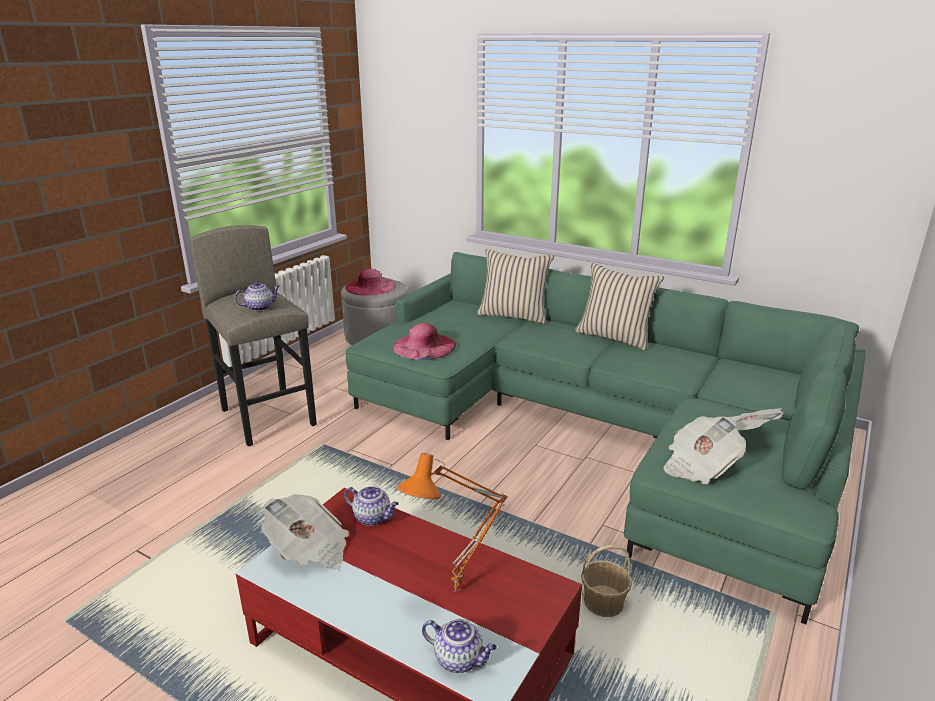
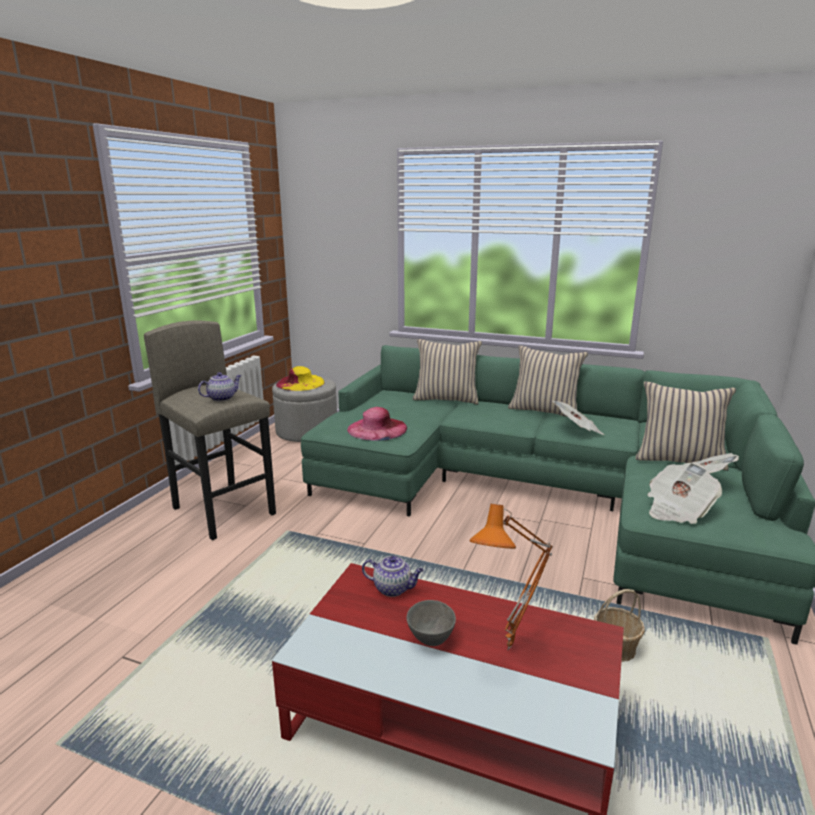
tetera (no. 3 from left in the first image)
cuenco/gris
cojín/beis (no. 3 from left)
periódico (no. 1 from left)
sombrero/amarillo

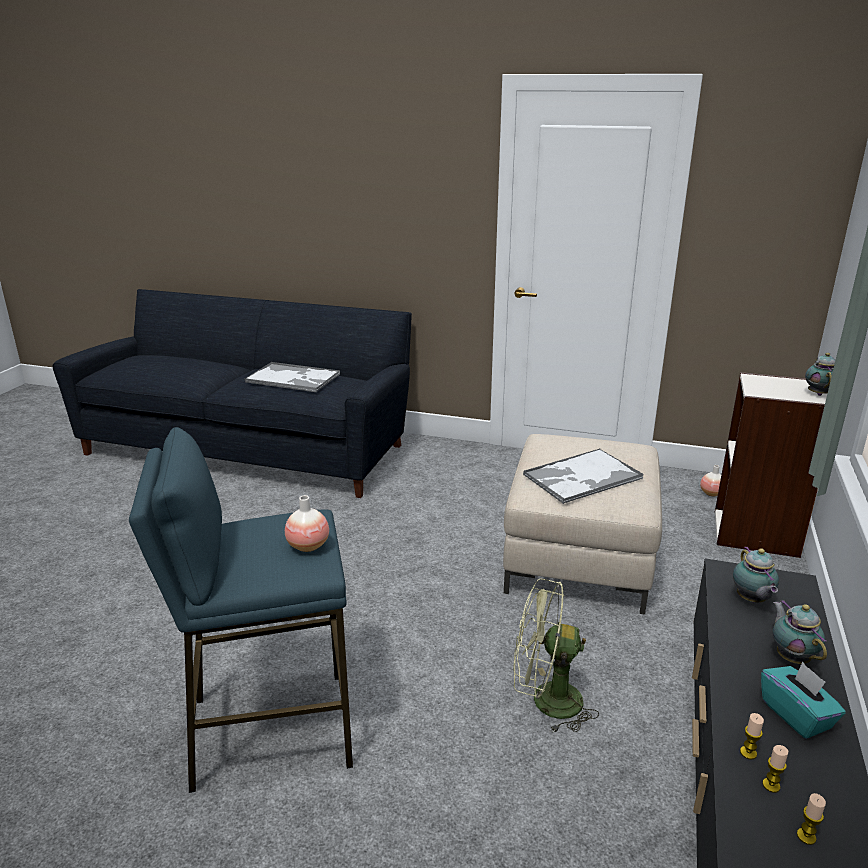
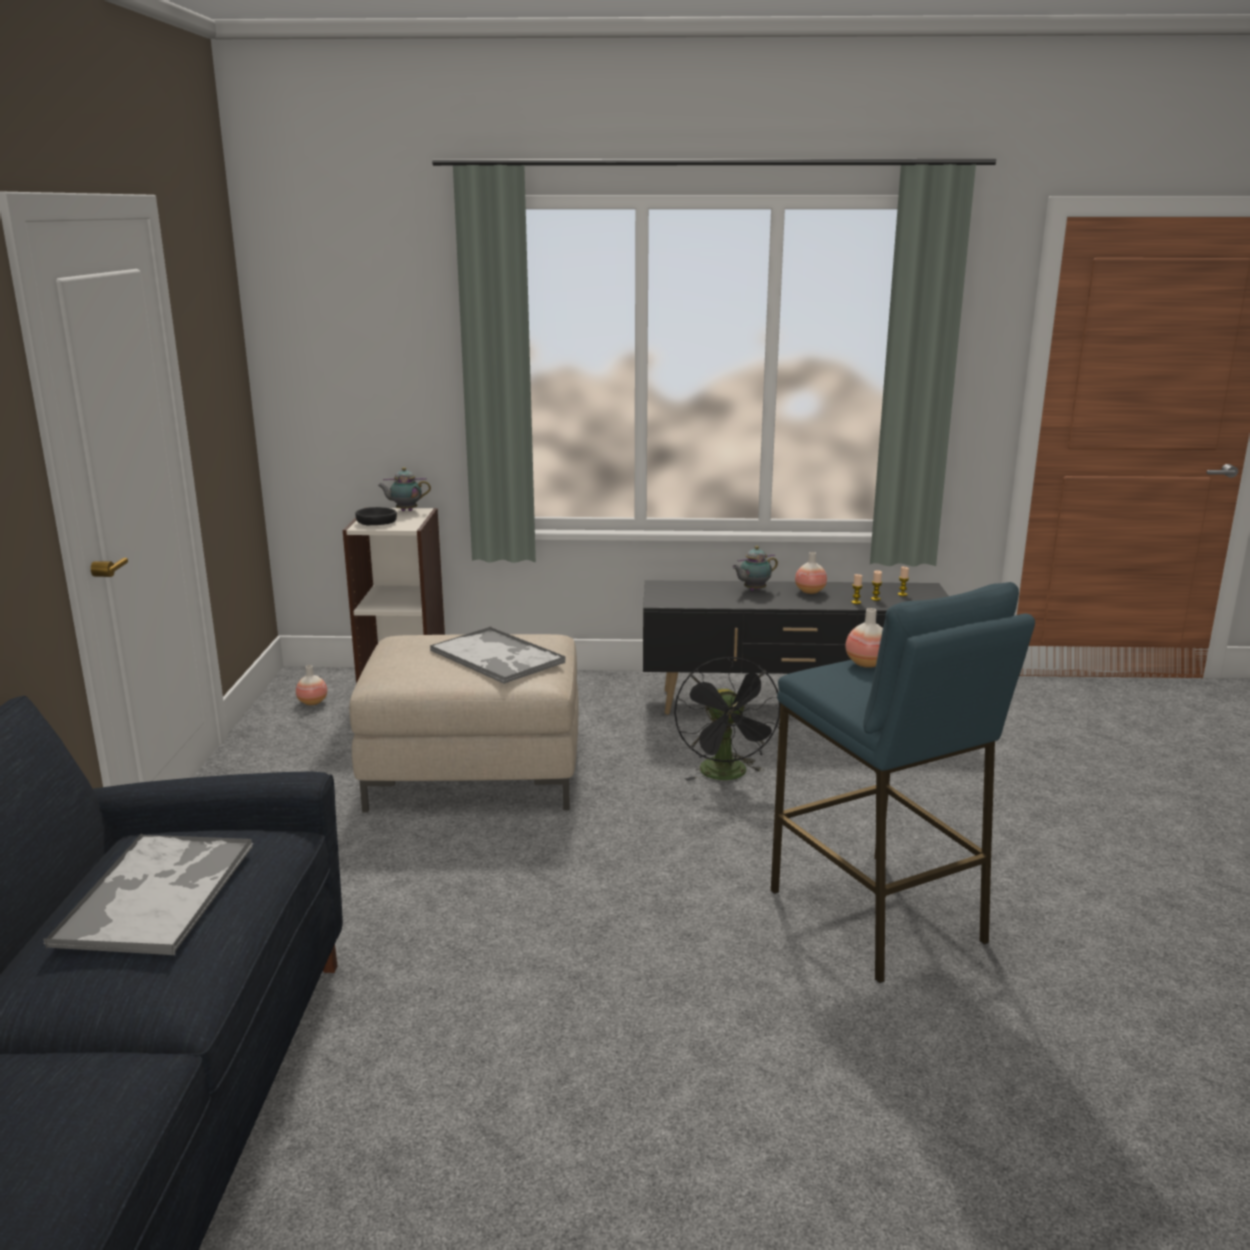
tetera (no. 1 from left in the first image)
cuenco/negro
florero (no. 2 from left)
ventilador/negro

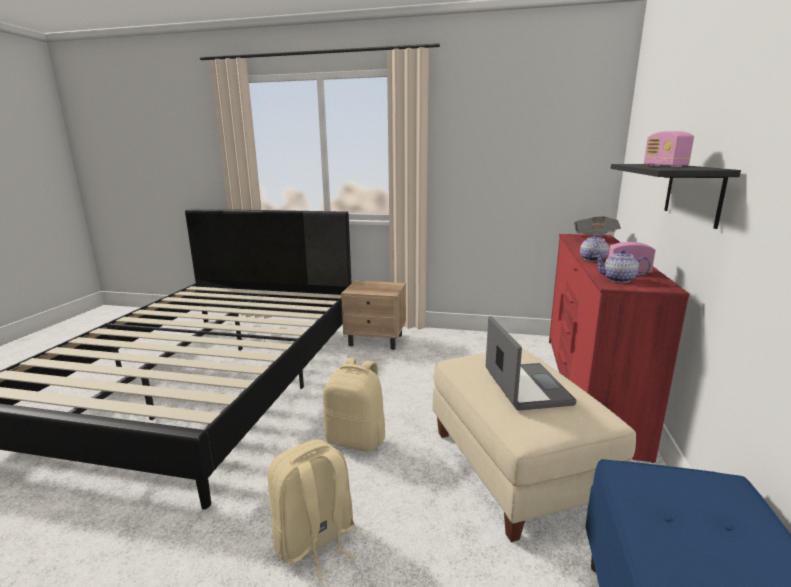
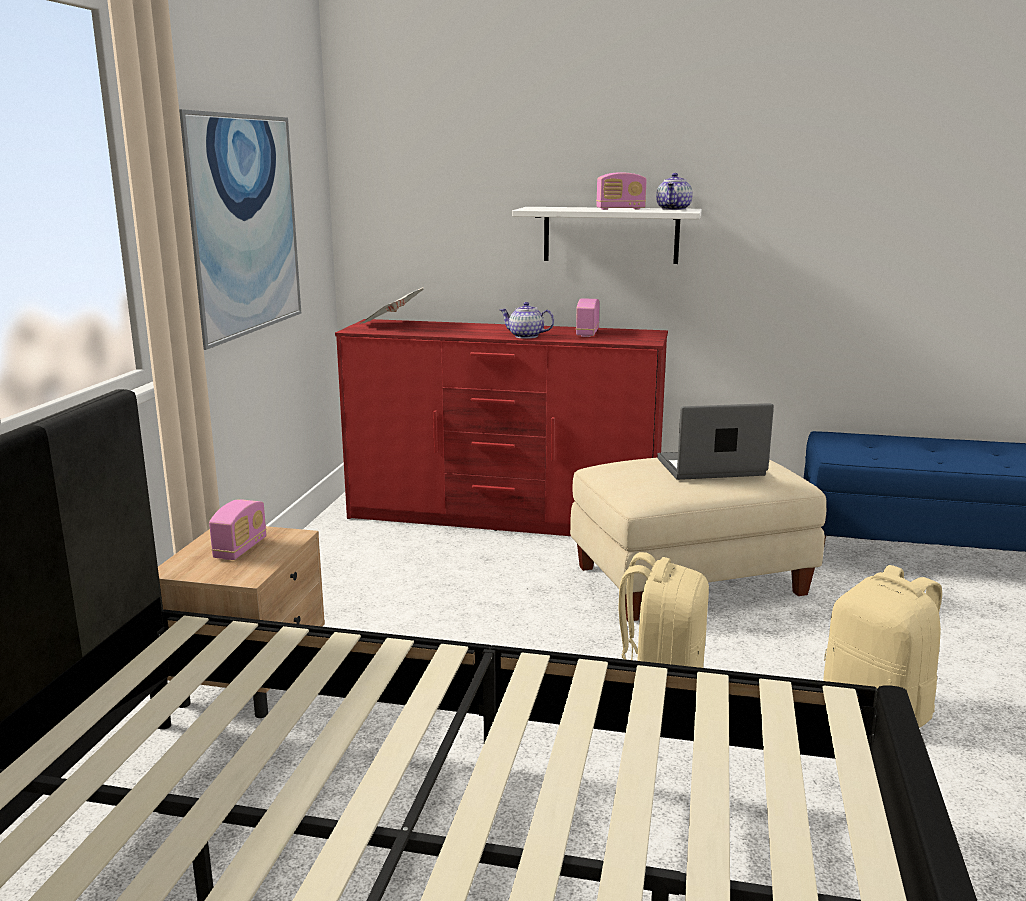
cuadro
radio (no. 1 from left)
tetera (no. 2 from left)
estante/blanco

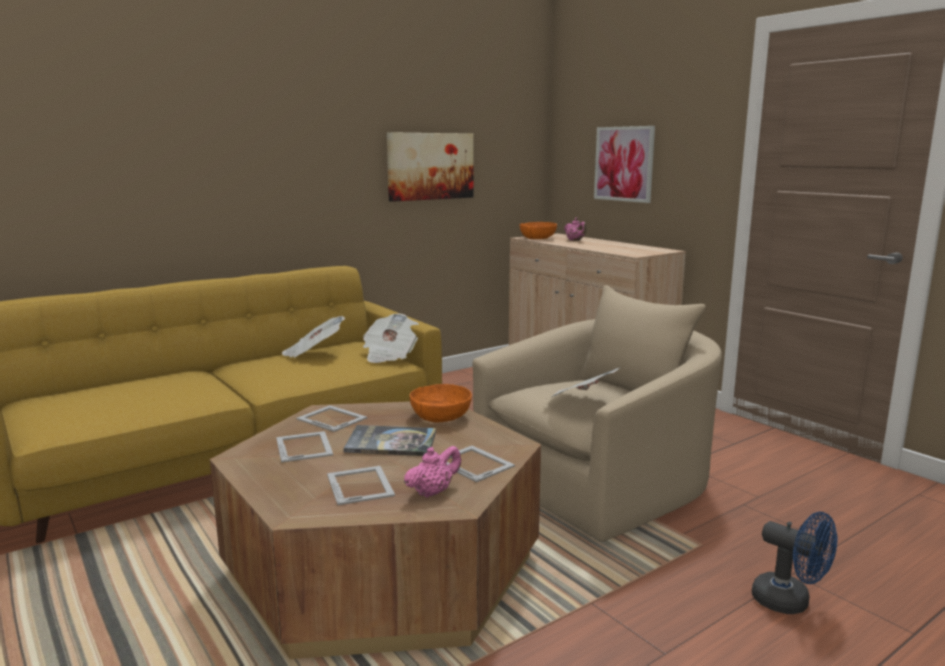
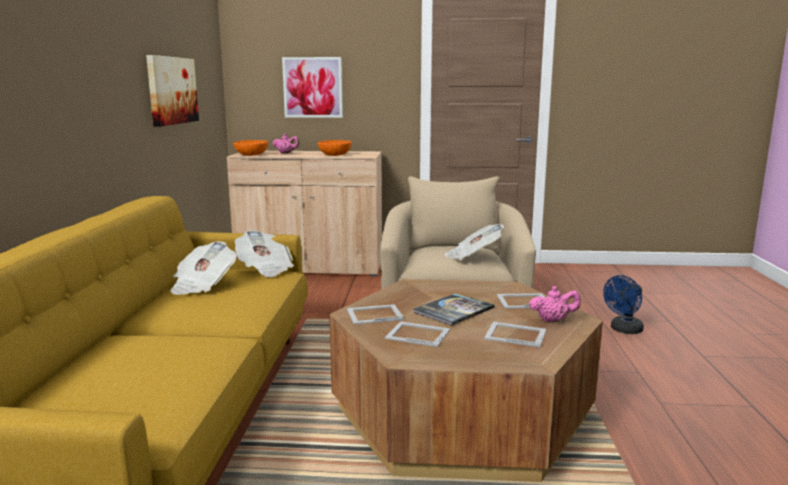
cuenco/naranja (no. 2 from left)
tetera/rosa (no. 2 from left)
ventilador/azul

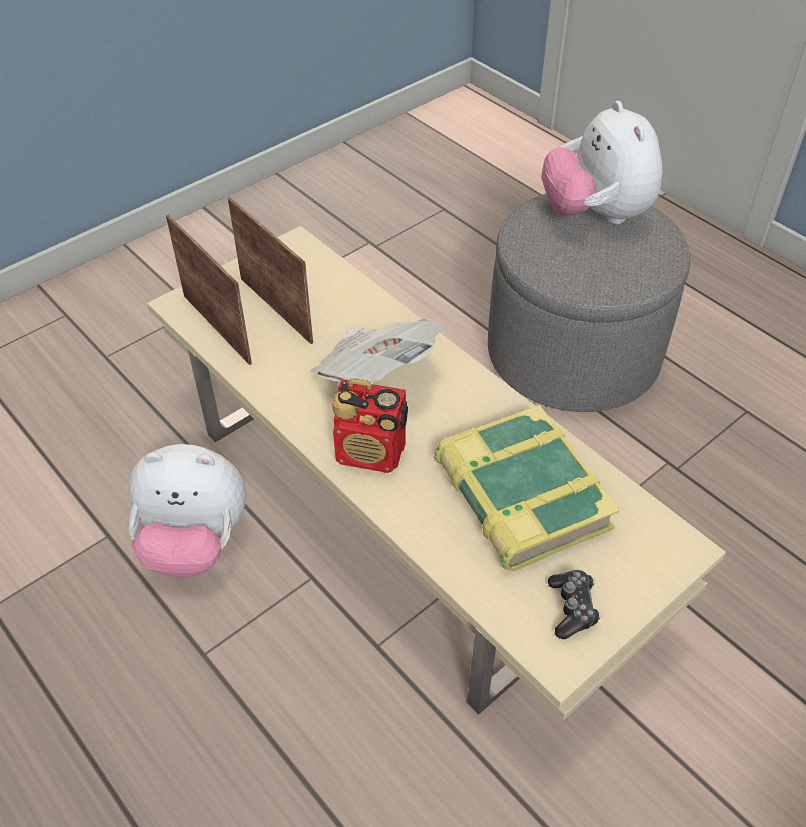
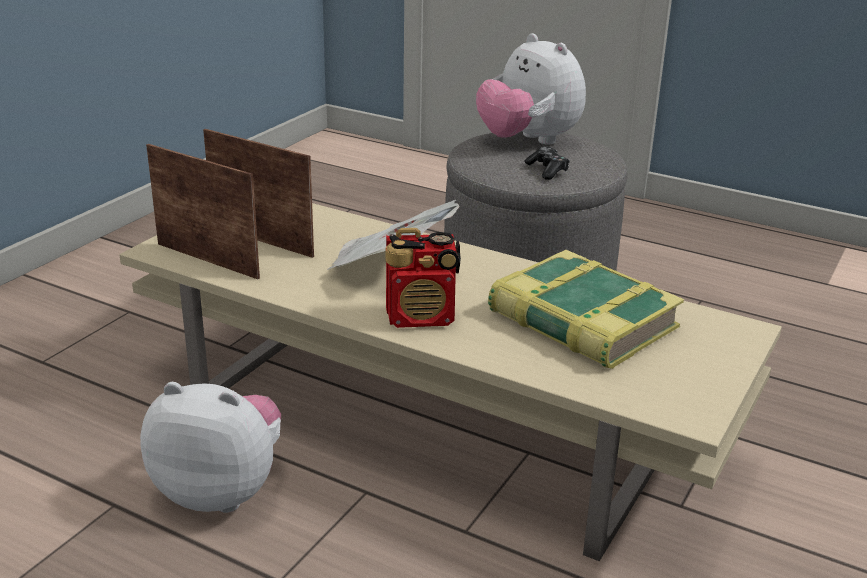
mando de consola
peluche (no. 1 from left)

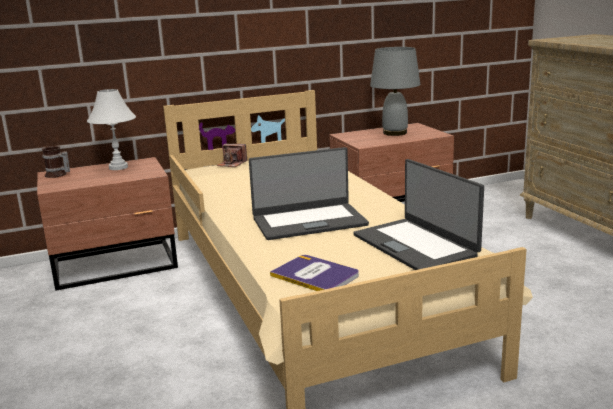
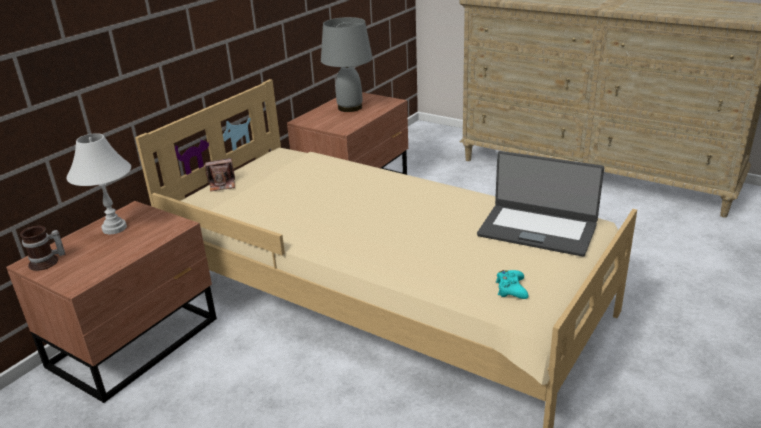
portátil (no. 1 from left in the first image)
mando de consola/turquesa

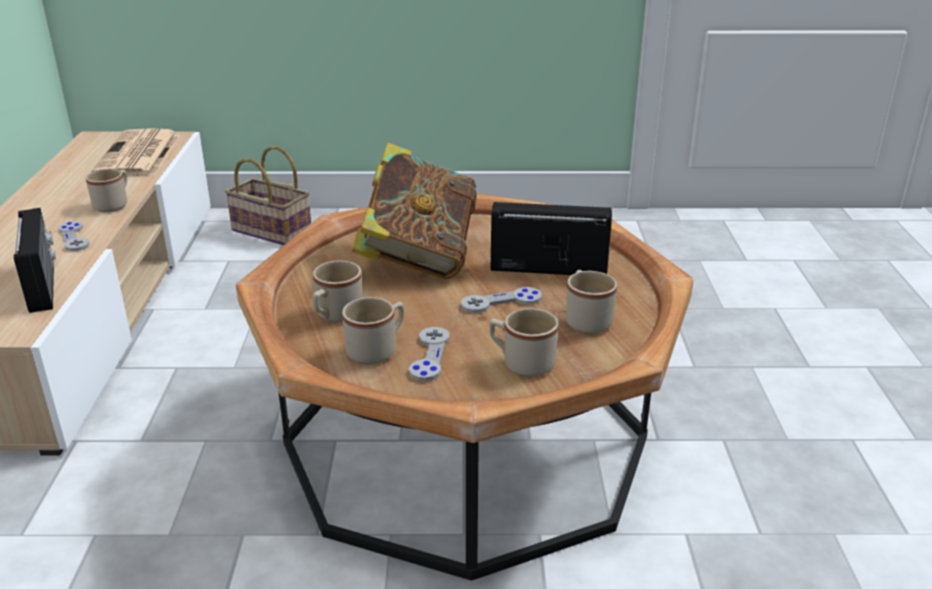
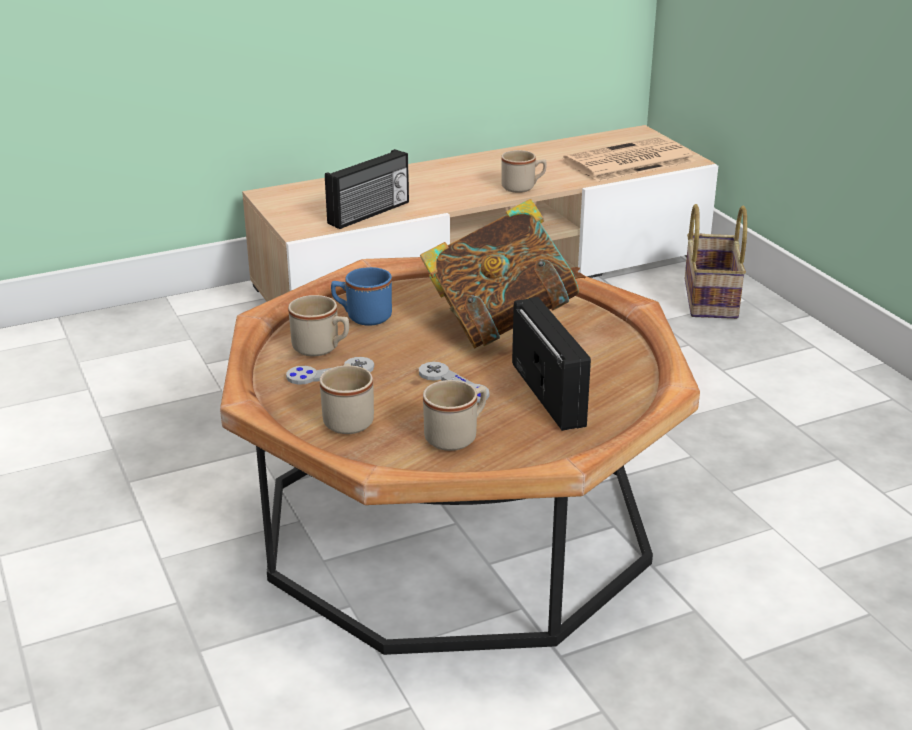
mando de consola/gris (no. 1 from left in the first image)
taza grande/azul

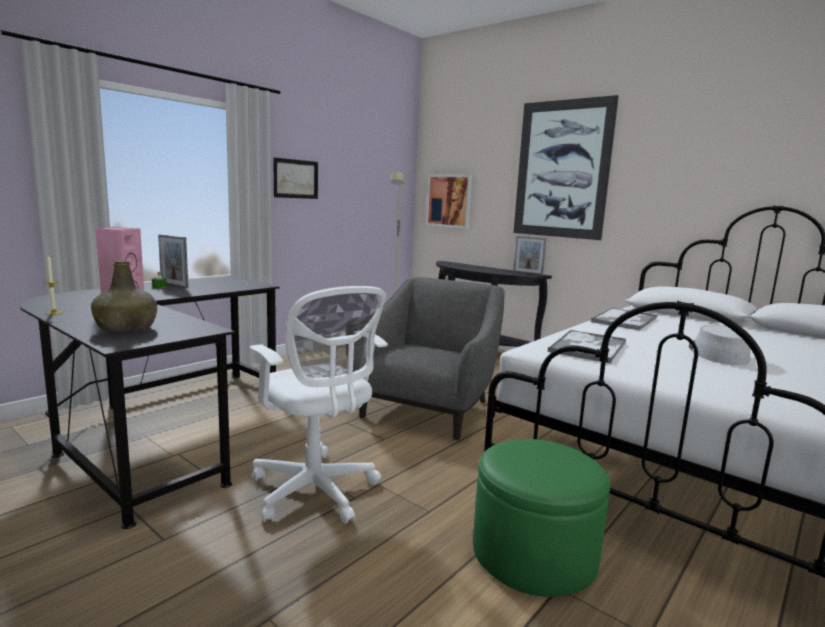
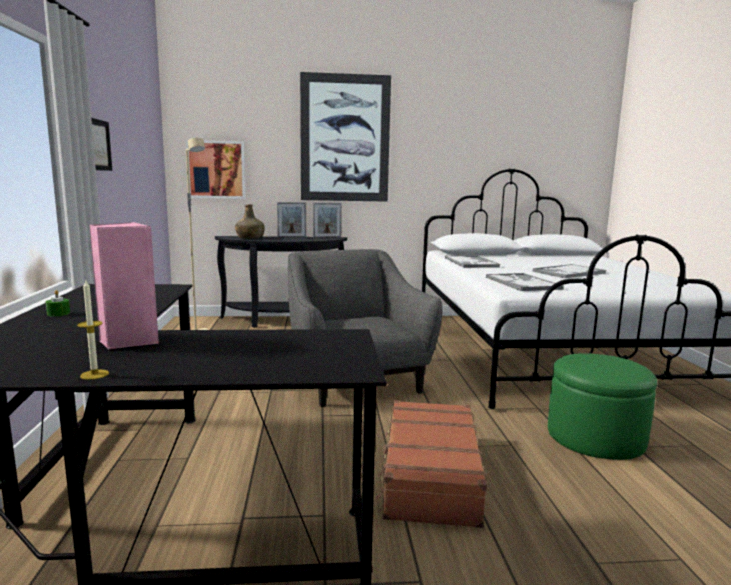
botella/verde
portarretratos (no. 1 from left)
maleta/marrón
bandeja (no. 3 from left)

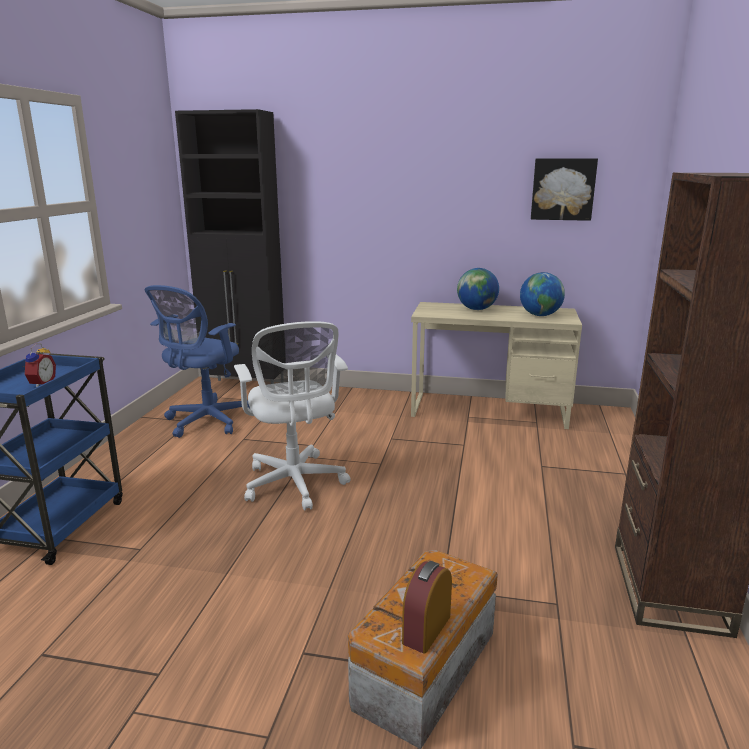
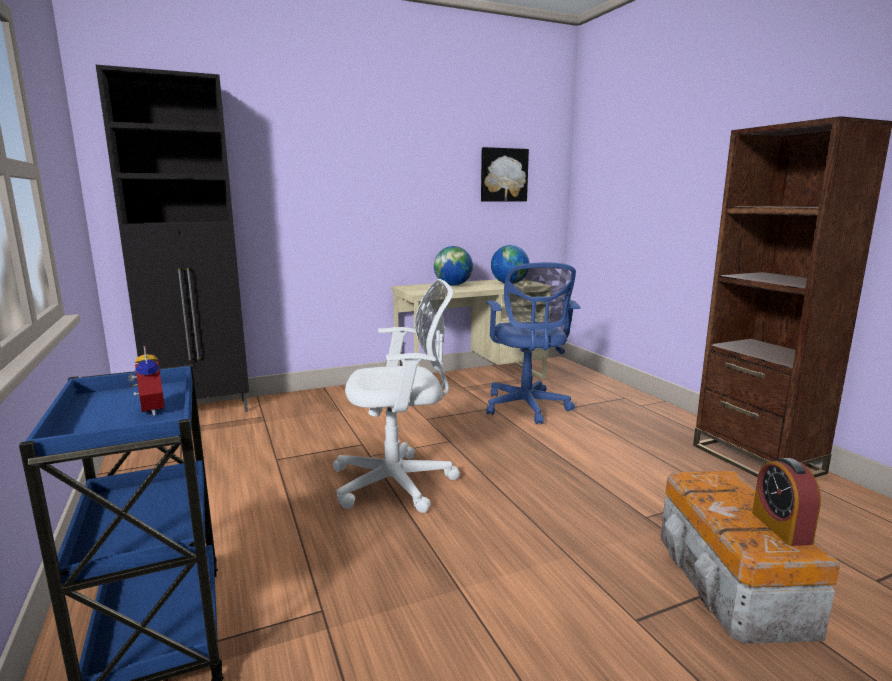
silla de oficina/azul
silla de oficina/blanco

